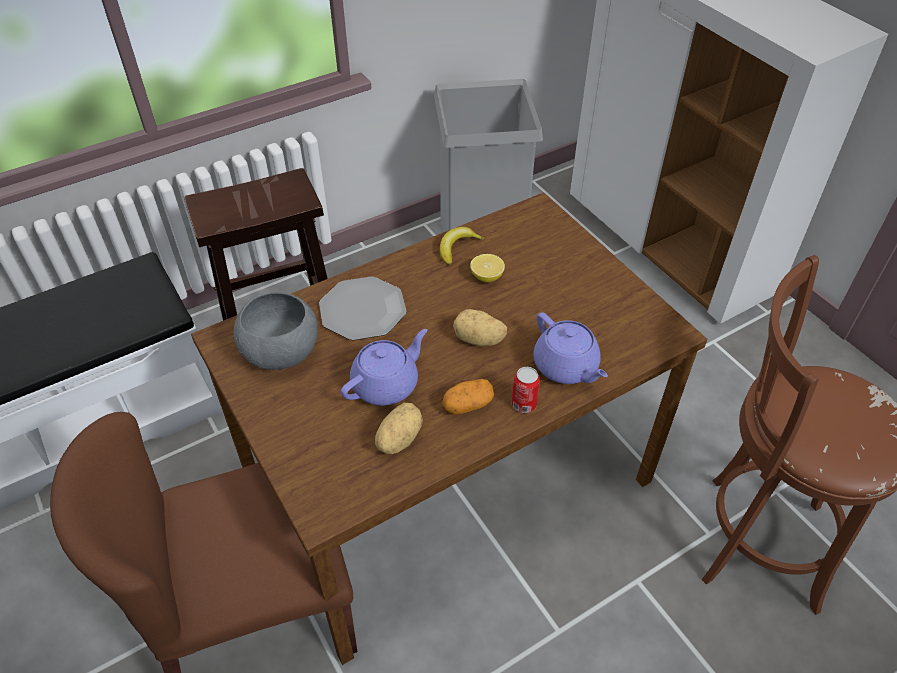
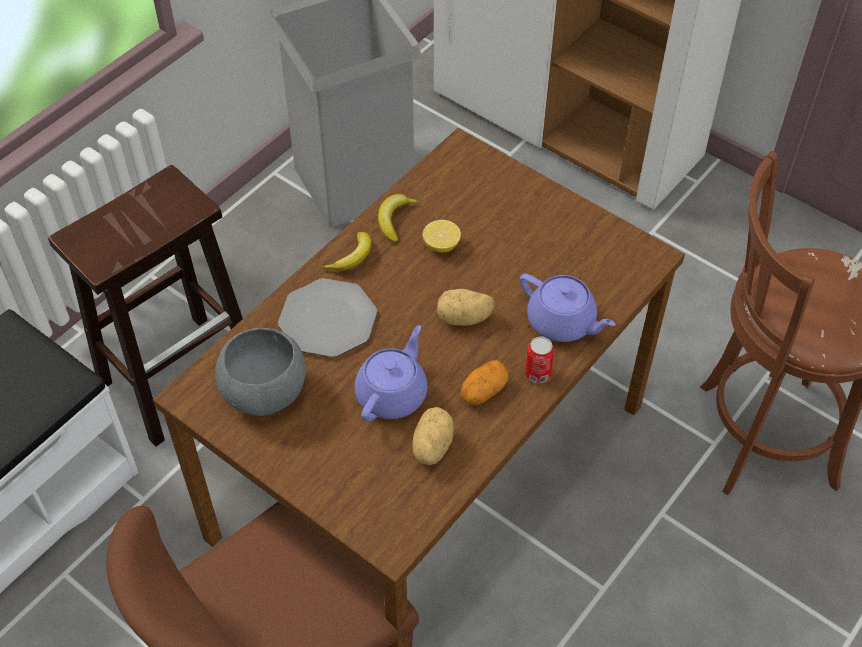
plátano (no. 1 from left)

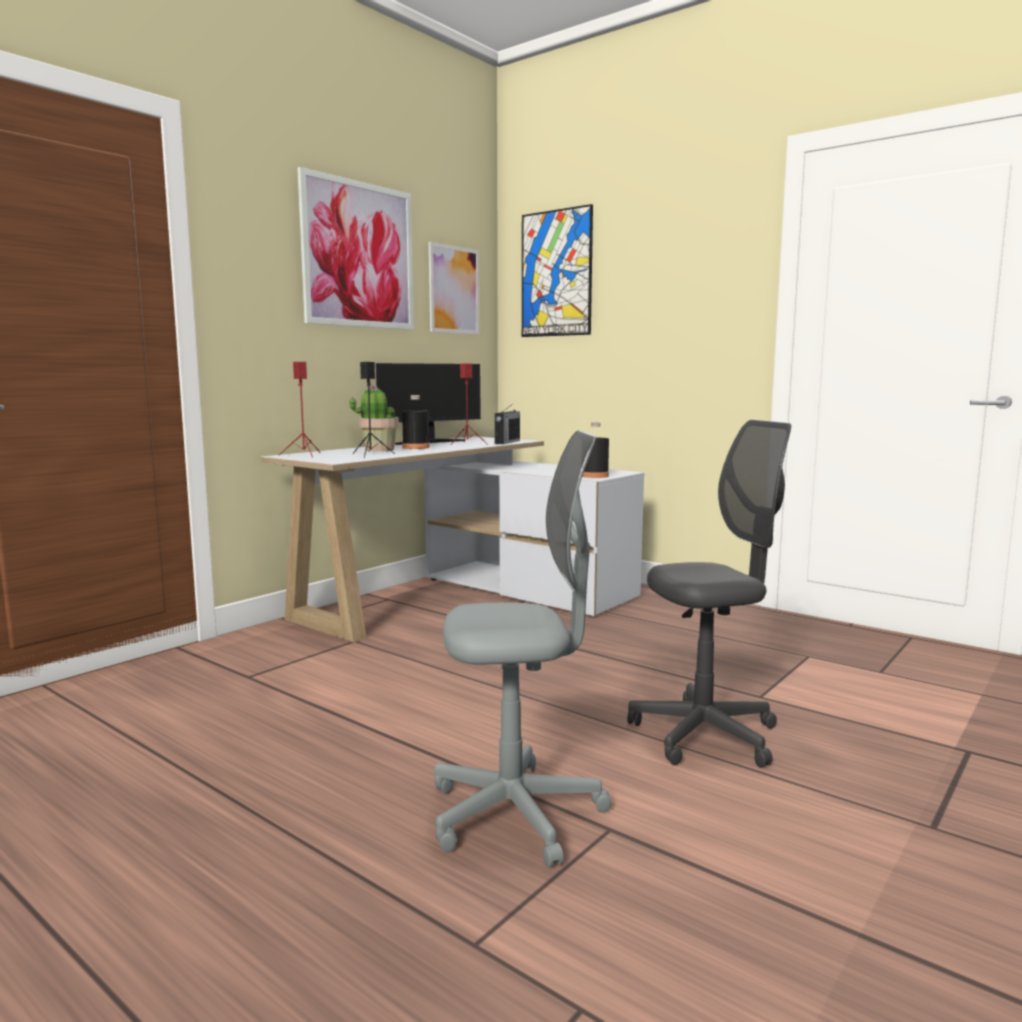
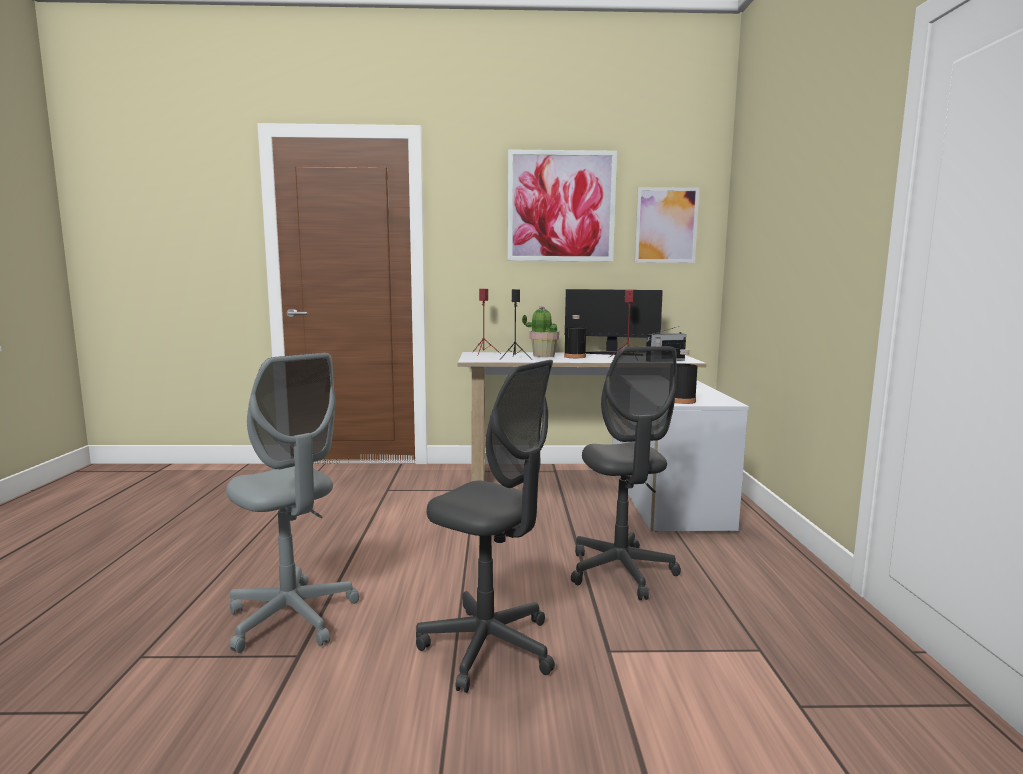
cuadro (no. 3 from left in the first image)
silla de oficina/gris (no. 3 from left)

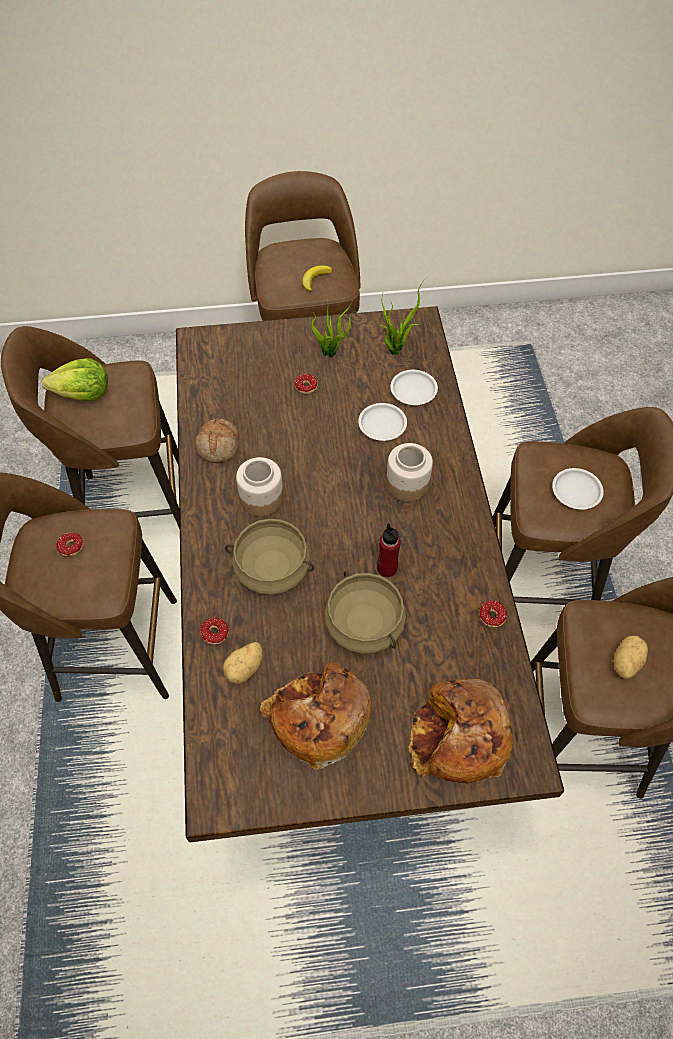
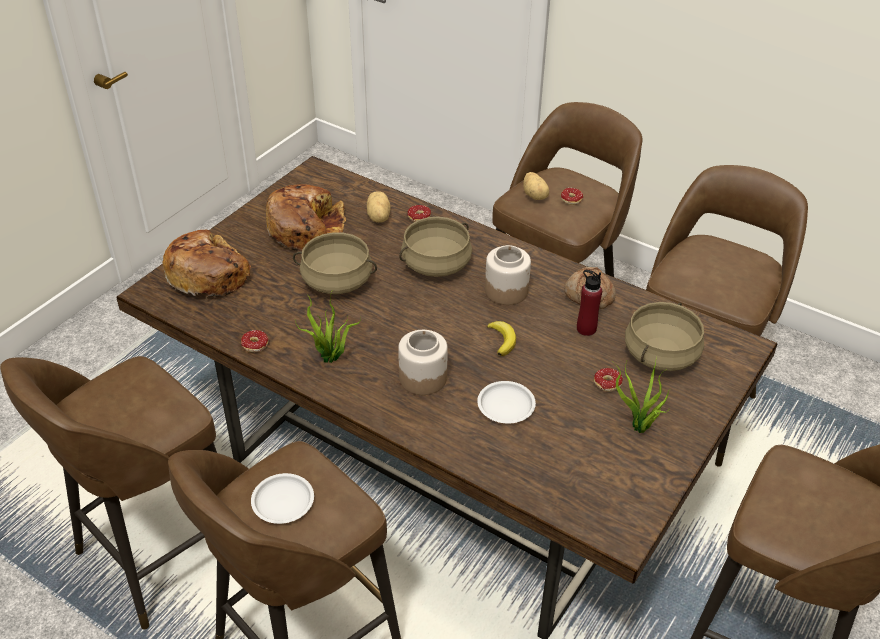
lechuga
plato/blanco (no. 2 from left in the first image)
olla/beis (no. 3 from left)
plátano
planta en maceta (no. 1 from left)
botella/rojo
patata (no. 2 from left)

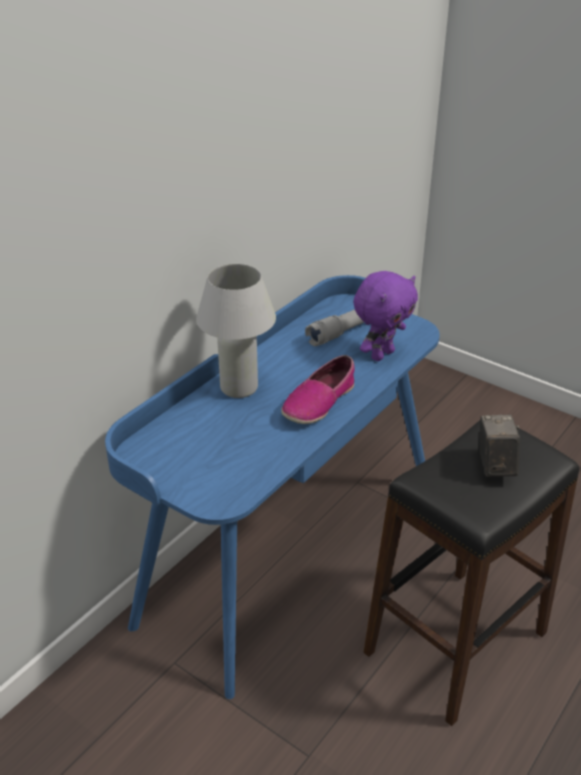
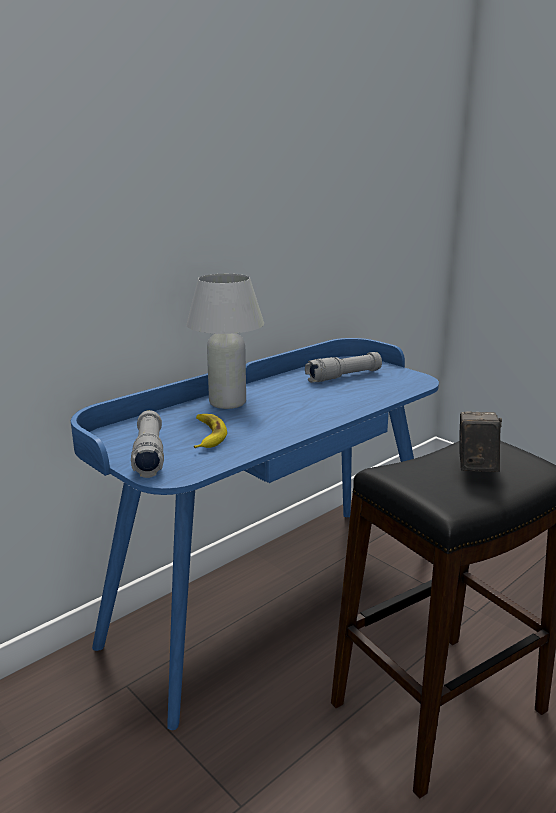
zapato
peluche/morado
linterna/gris (no. 1 from left)
plátano

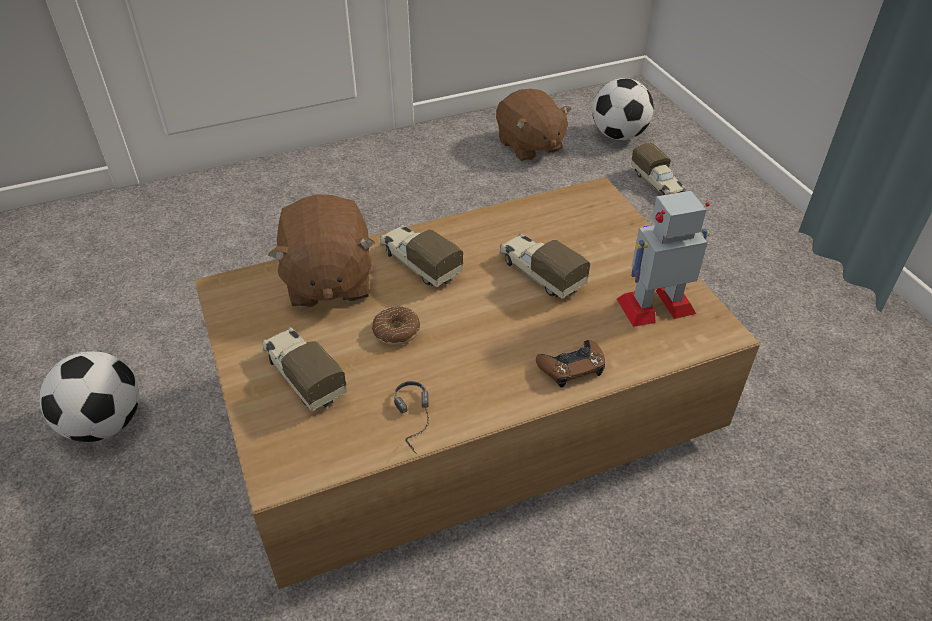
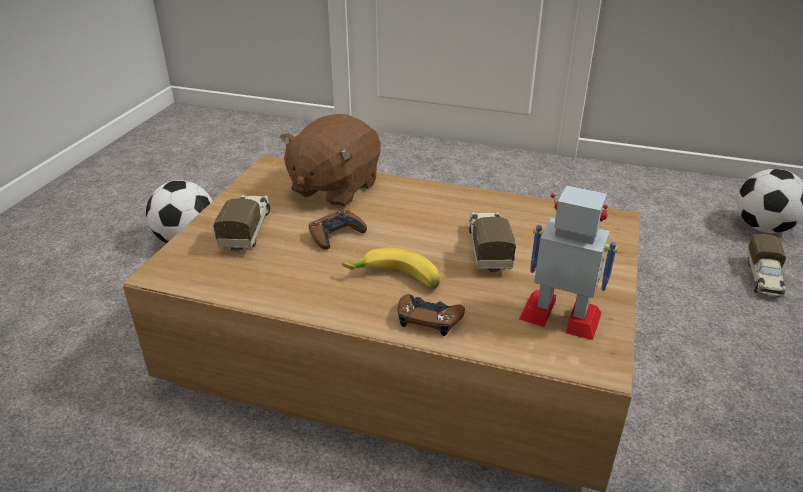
camión de juguete (no. 2 from left in the first image)
auriculares
peluche/marrón (no. 2 from left in the first image)
plátano
mando de consola/marrón (no. 1 from left)

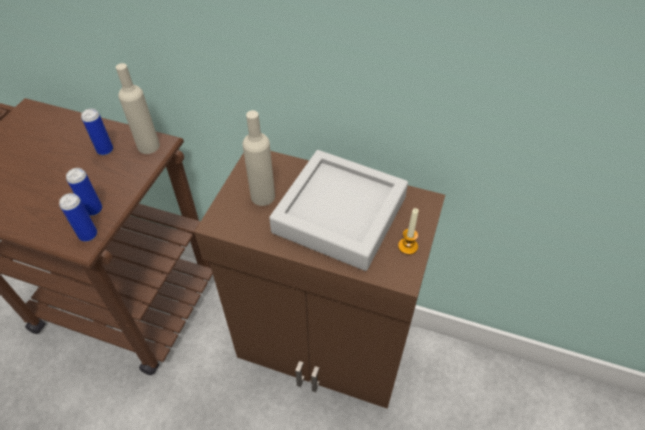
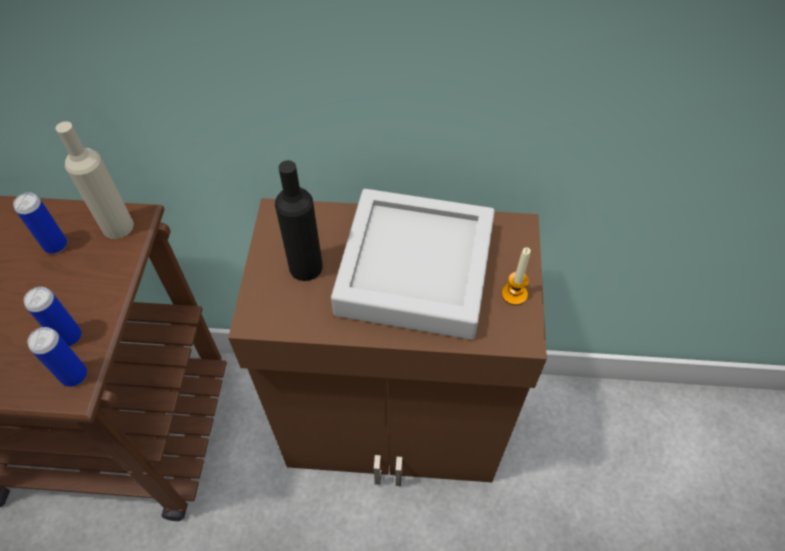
botella/negro

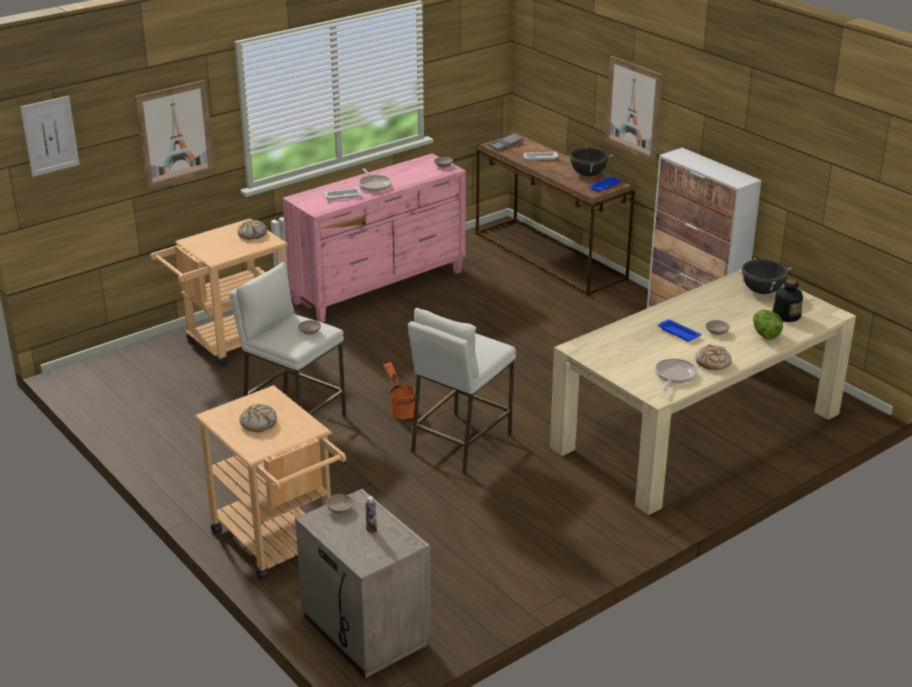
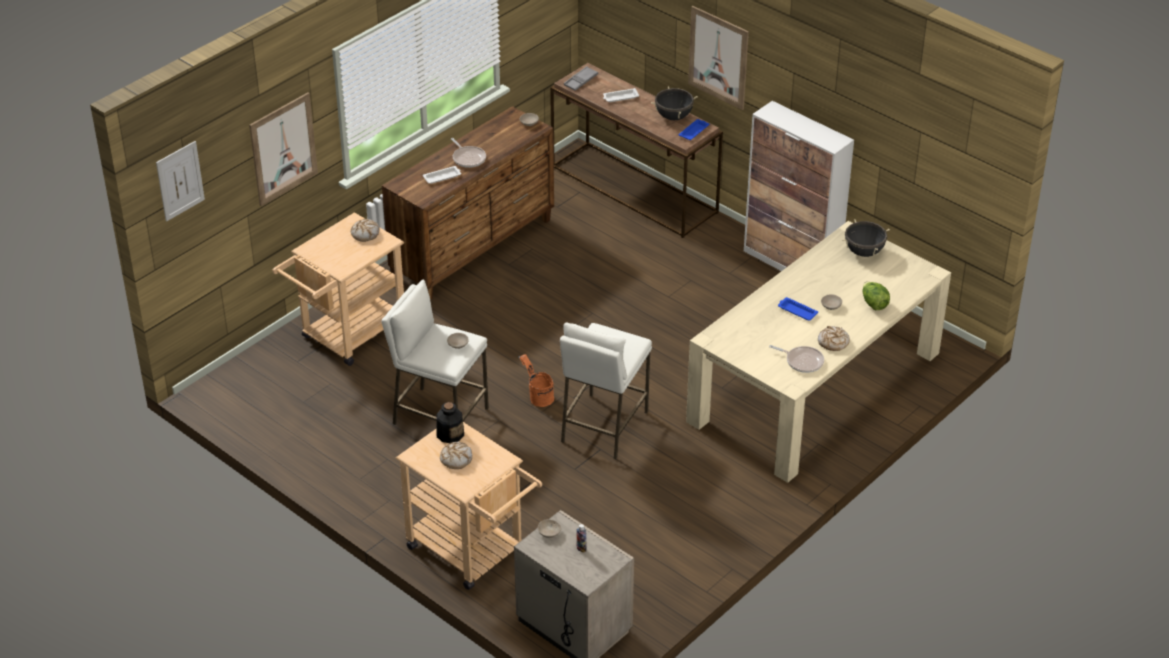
botella (no. 1 from left)
cómoda/marrón
sartén (no. 2 from left)

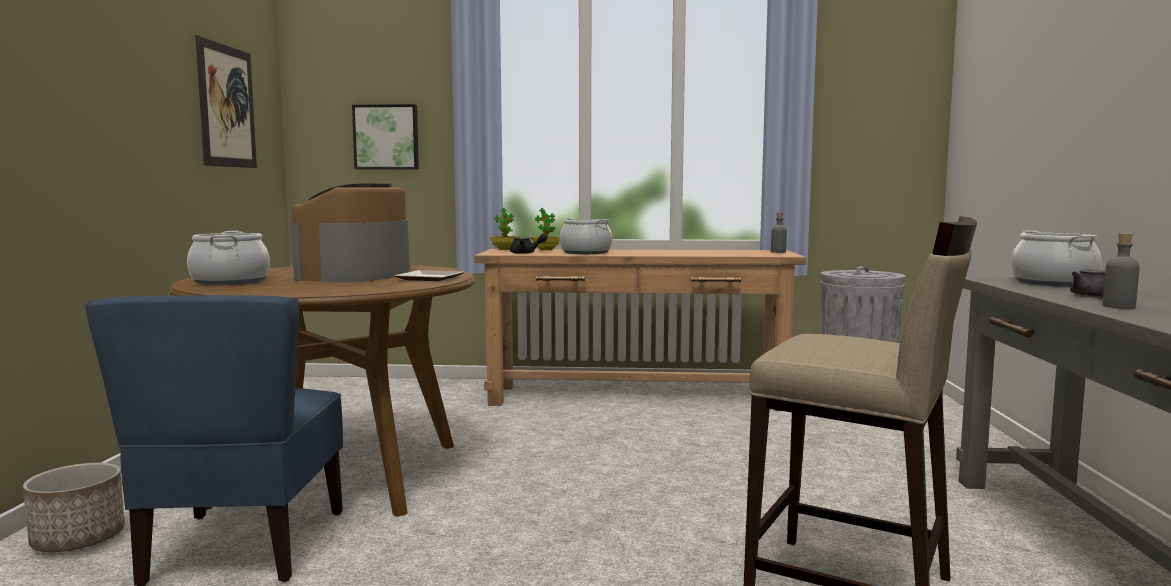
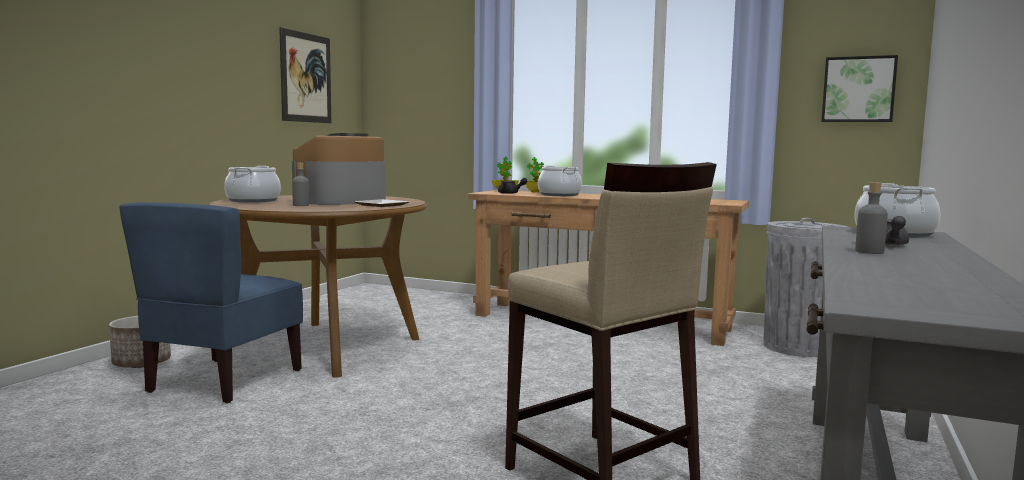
cuadro (no. 2 from left)
botella/gris (no. 1 from left)

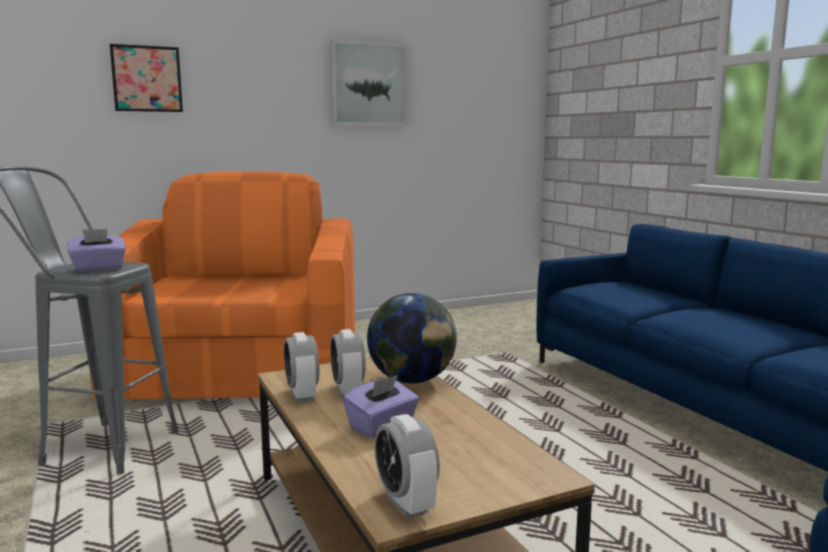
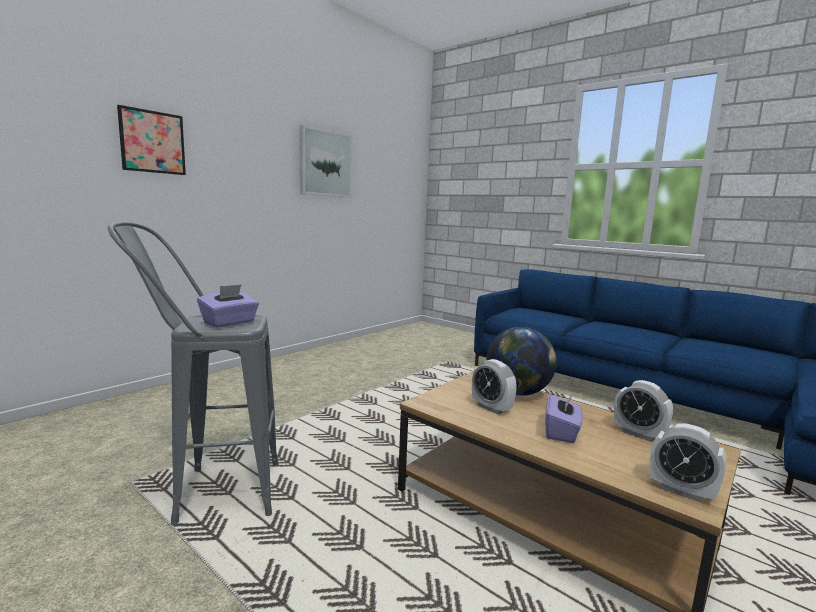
sillón/naranja
despertador (no. 2 from left)

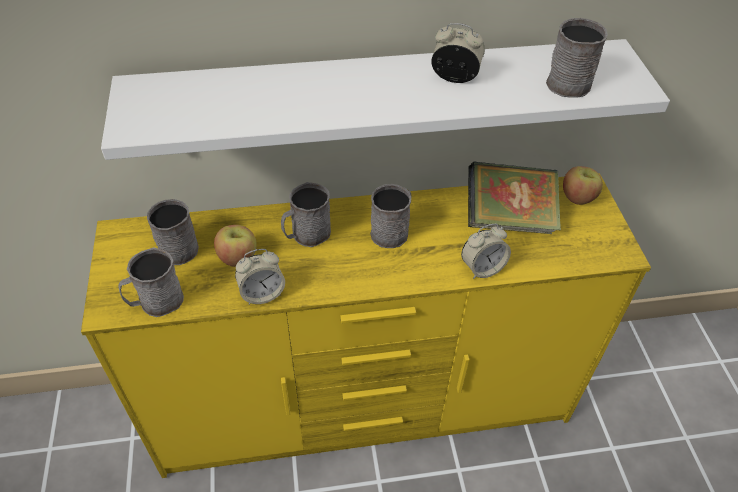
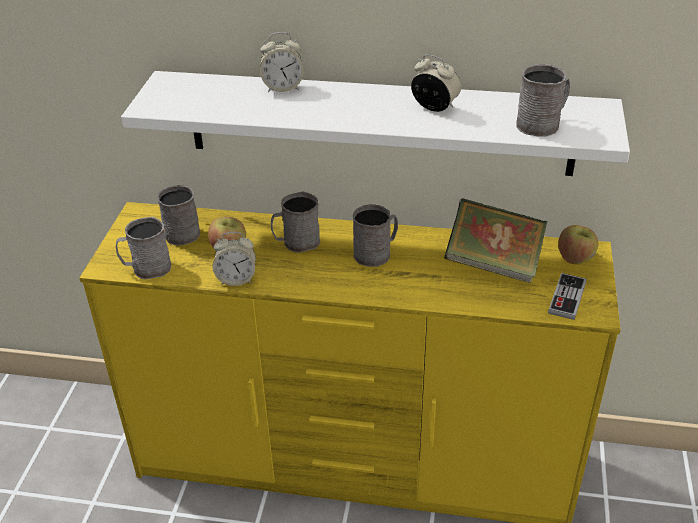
mando de consola
despertador (no. 2 from left)

